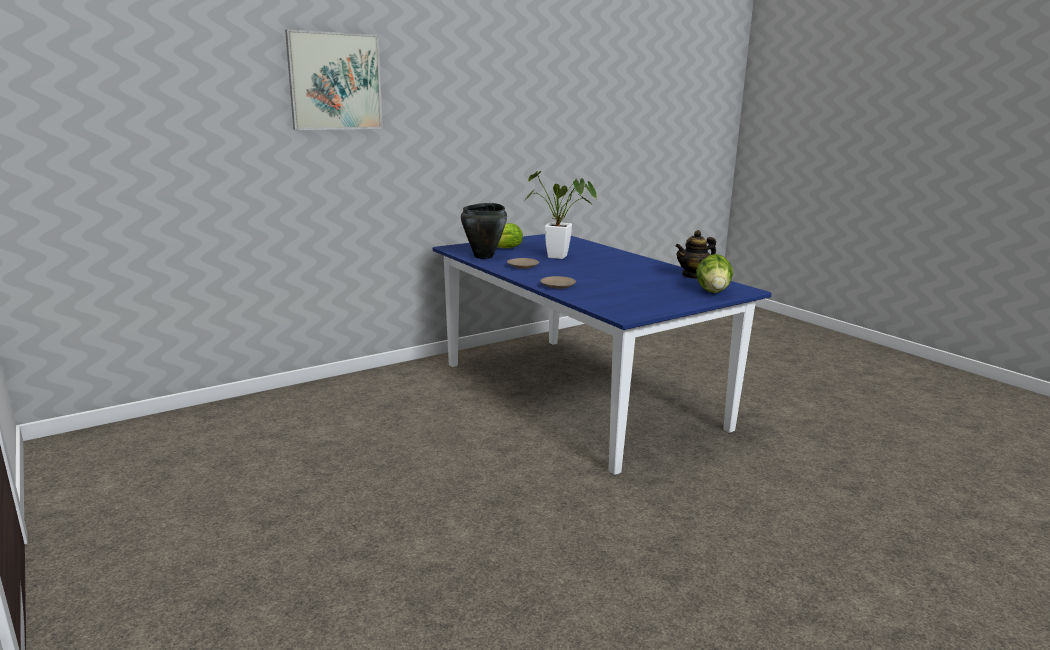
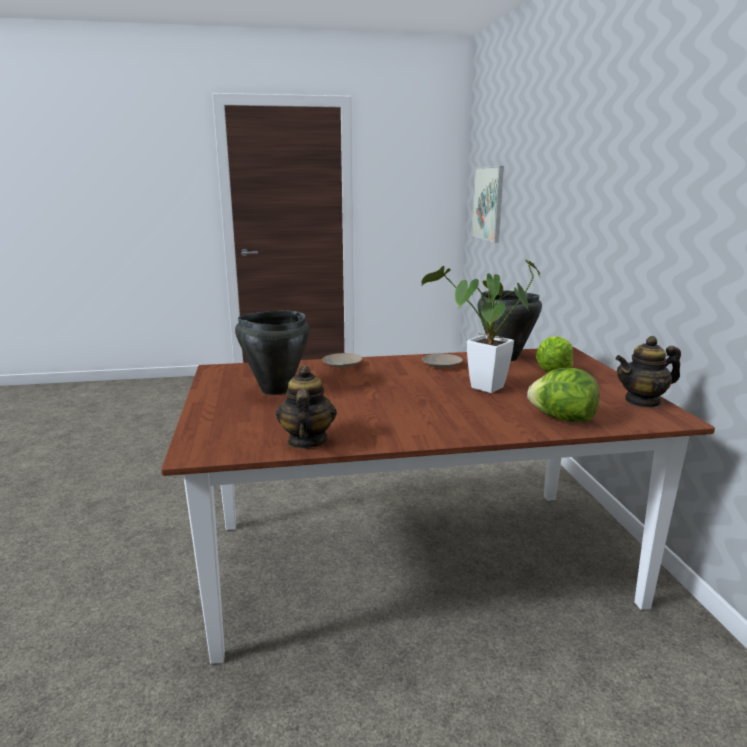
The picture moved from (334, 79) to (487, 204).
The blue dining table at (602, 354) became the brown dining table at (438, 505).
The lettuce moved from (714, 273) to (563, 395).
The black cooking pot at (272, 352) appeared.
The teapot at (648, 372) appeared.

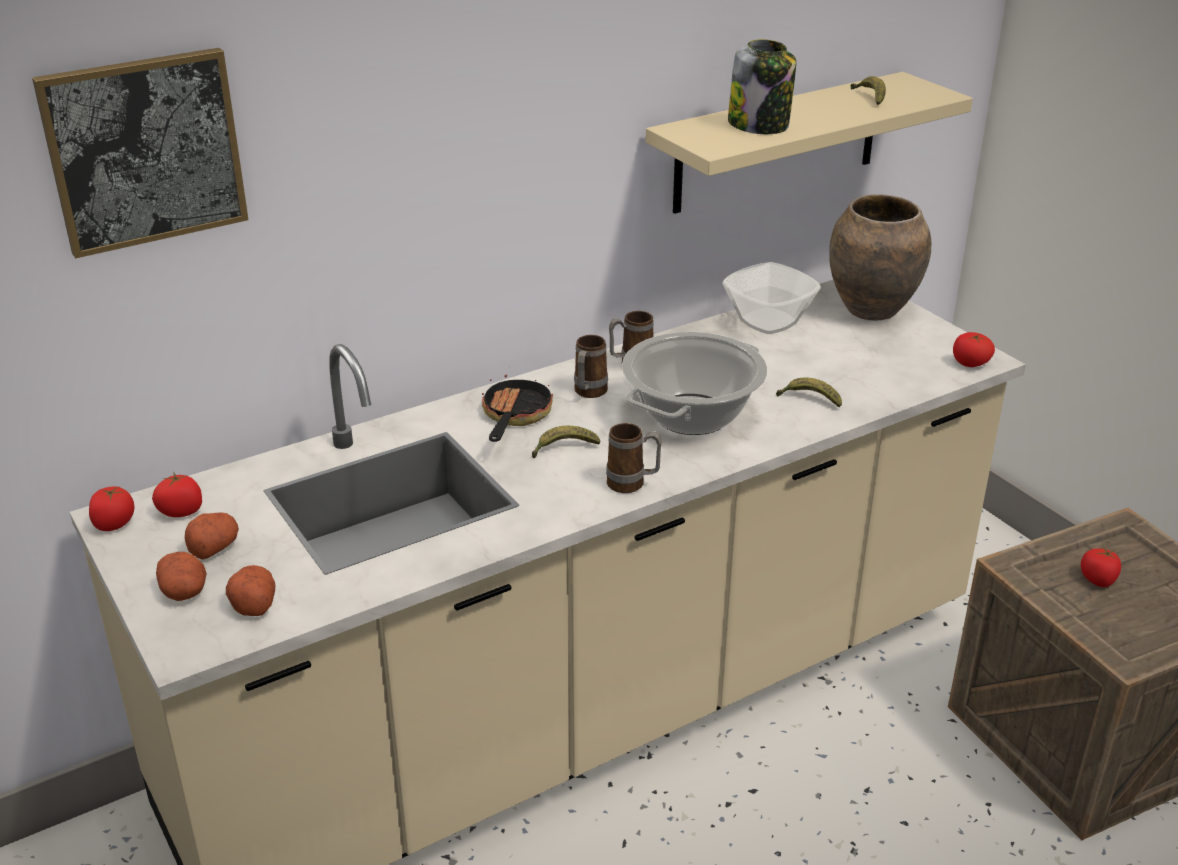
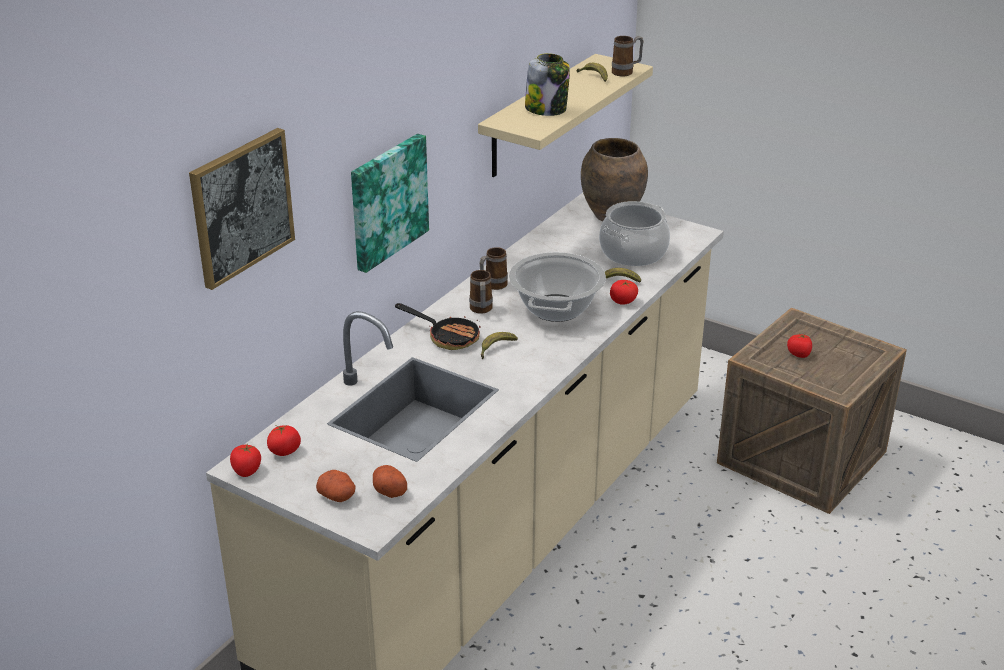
The potato at (212, 535) disappeared.
The frying pan at (517, 408) turned 135 degrees clockwise.
The mug moved from (634, 458) to (627, 56).
The bowl at (771, 298) disappeared.
The tomato moved from (974, 349) to (624, 292).
The picture at (390, 203) appeared.
The cooking pot at (634, 233) appeared.

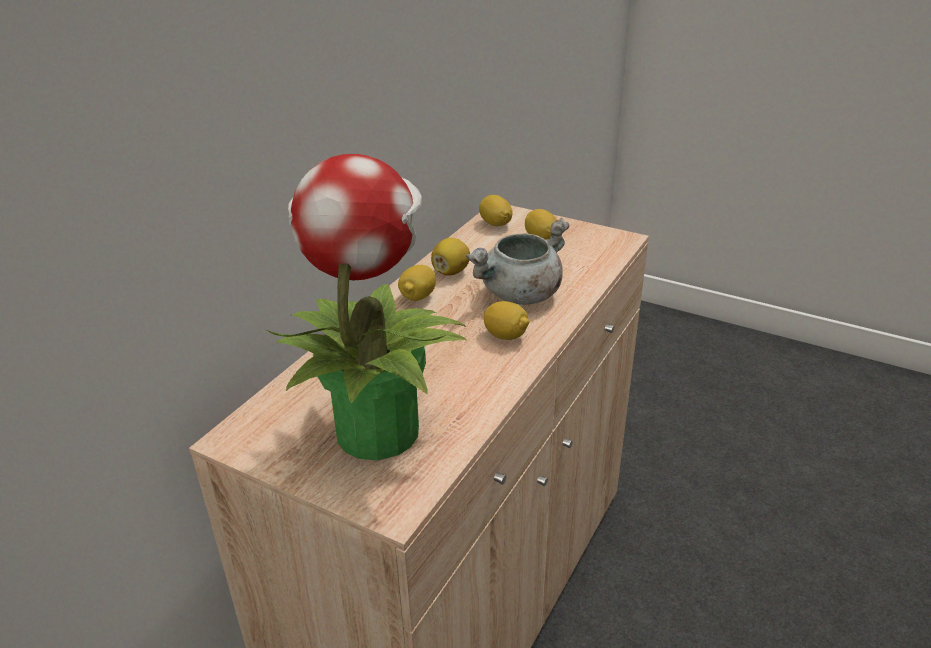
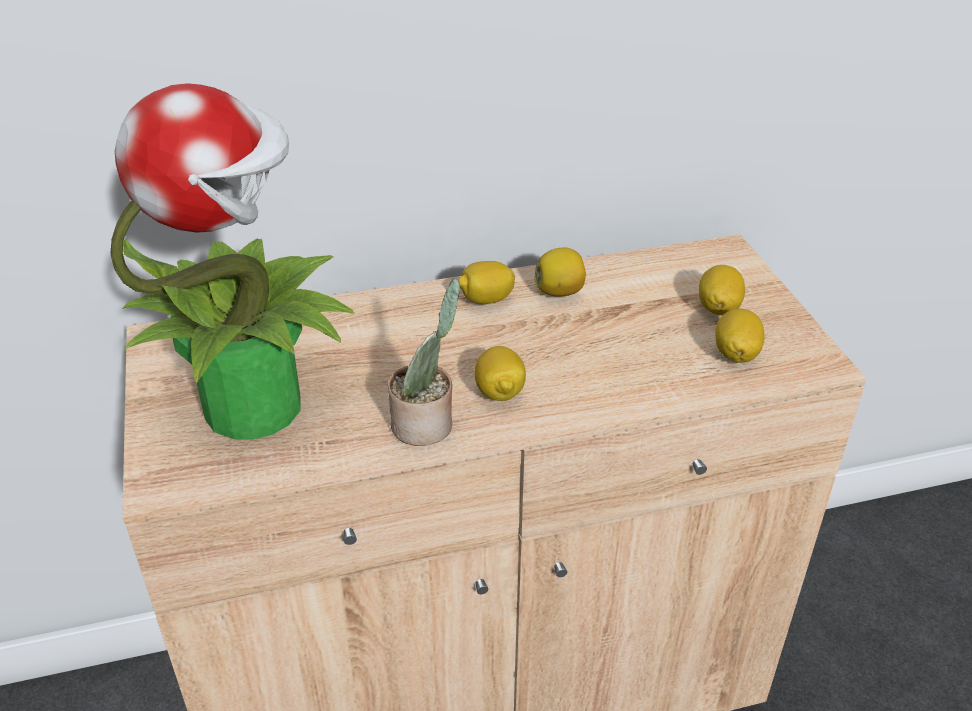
The grey cooking pot at (517, 261) disappeared.
The lemon moved from (496, 210) to (740, 336).
The potted plant at (424, 362) appeared.

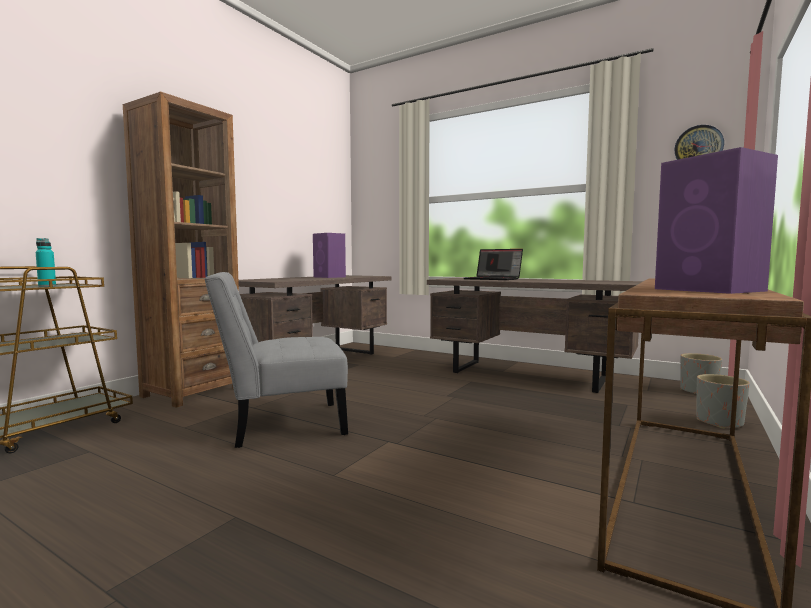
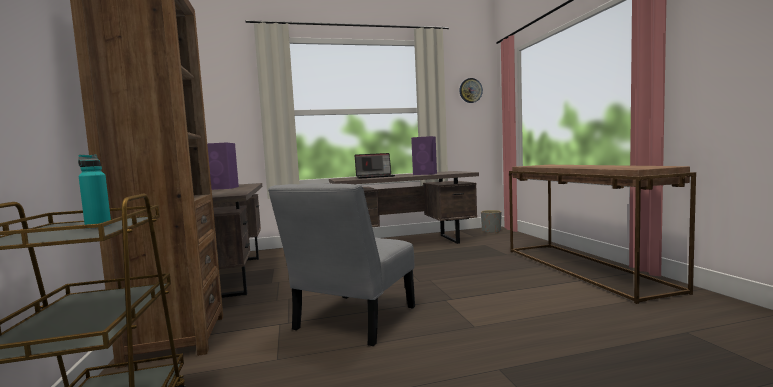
The purple speaker moved from (716, 220) to (424, 155).
The grey planter at (723, 401) disappeared.

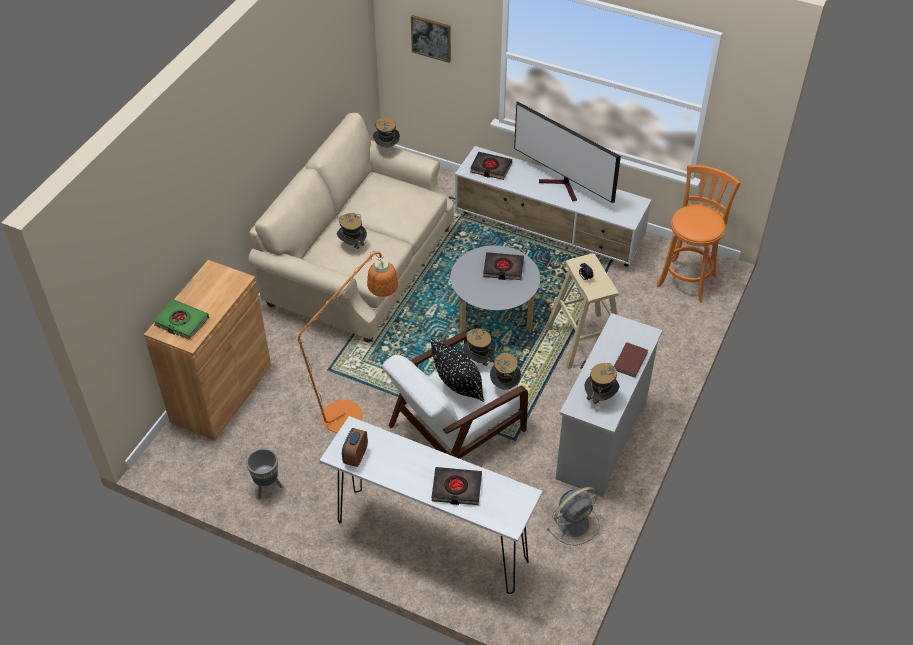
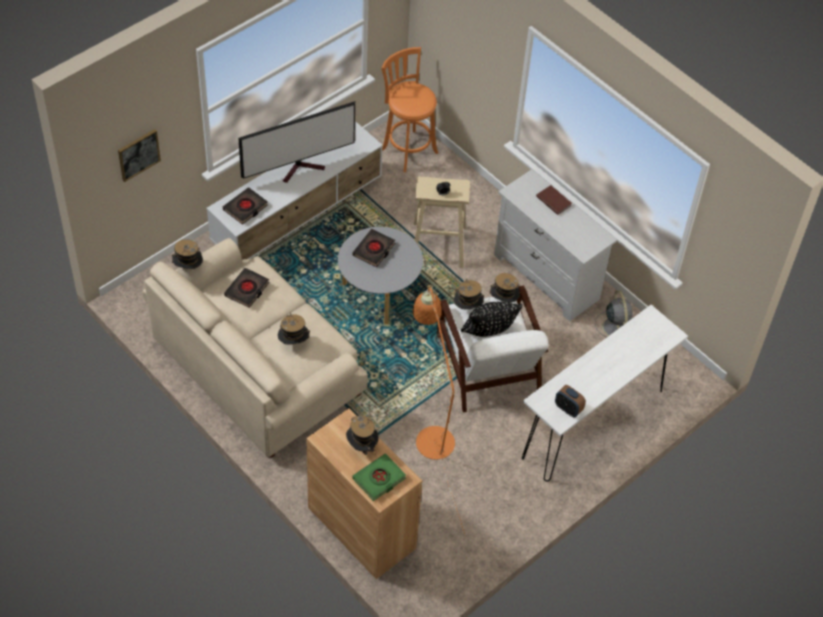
The grey planter at (264, 474) disappeared.
The black book moved from (456, 486) to (246, 288).
The hat moved from (602, 386) to (362, 435).

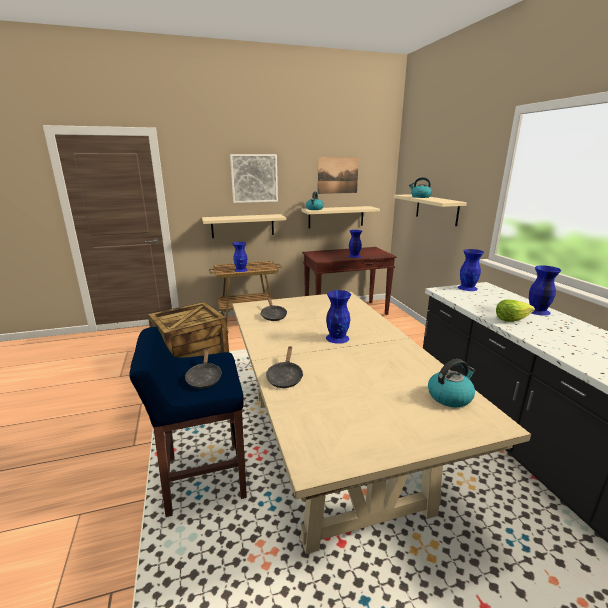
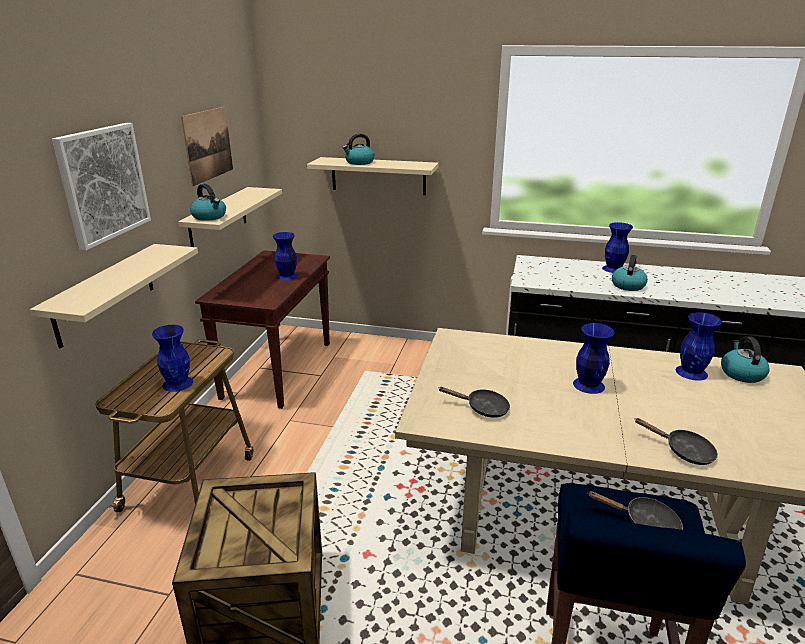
The blue vase moved from (471, 270) to (699, 346).
The lettuce at (515, 310) was replaced by the kettle at (630, 273).

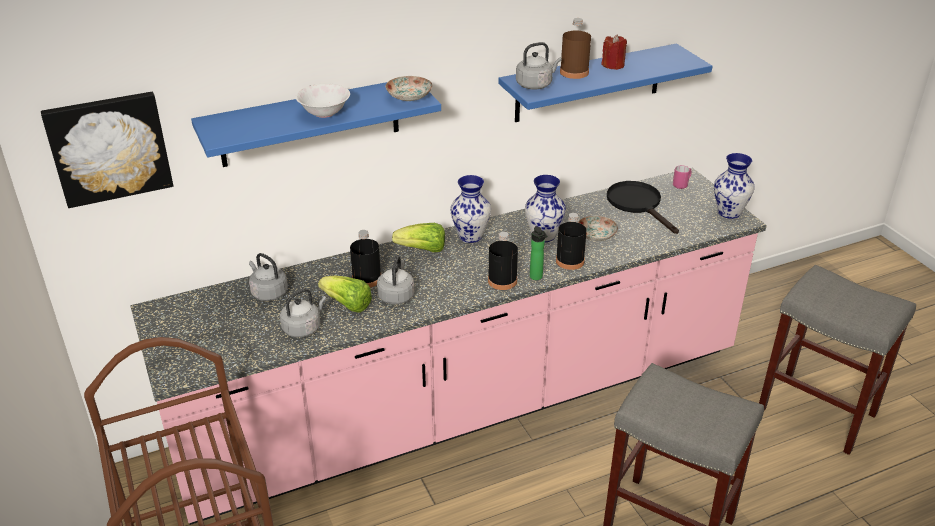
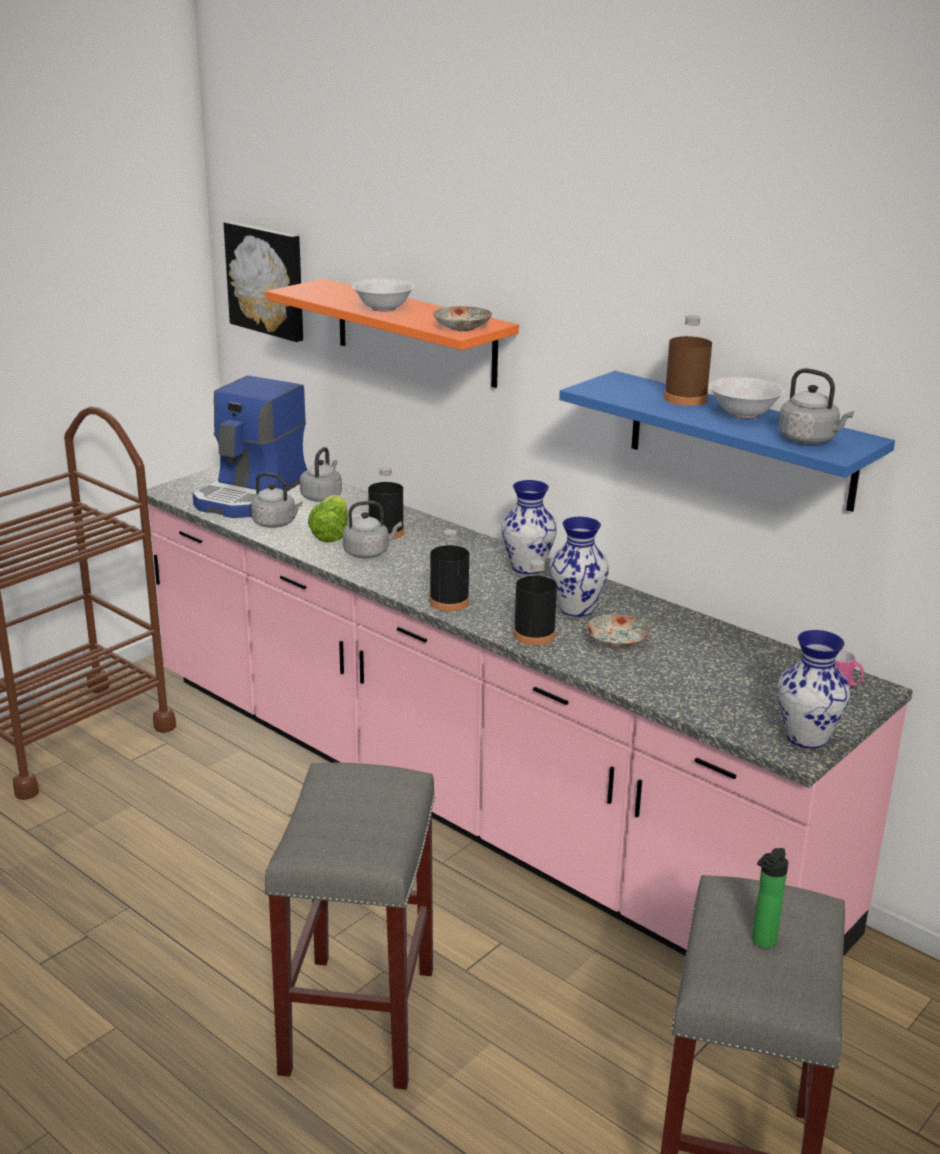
The blue shelf at (316, 124) became the orange shelf at (392, 333).
The lettuce at (418, 237) disappeared.
The grey kettle moved from (539, 65) to (816, 406).
The bottle moved from (538, 253) to (770, 898).
The red candle at (614, 52) was replaced by the white bowl at (747, 398).
The black frying pan at (643, 207) disappeared.
The coffee machine at (249, 447) appeared.

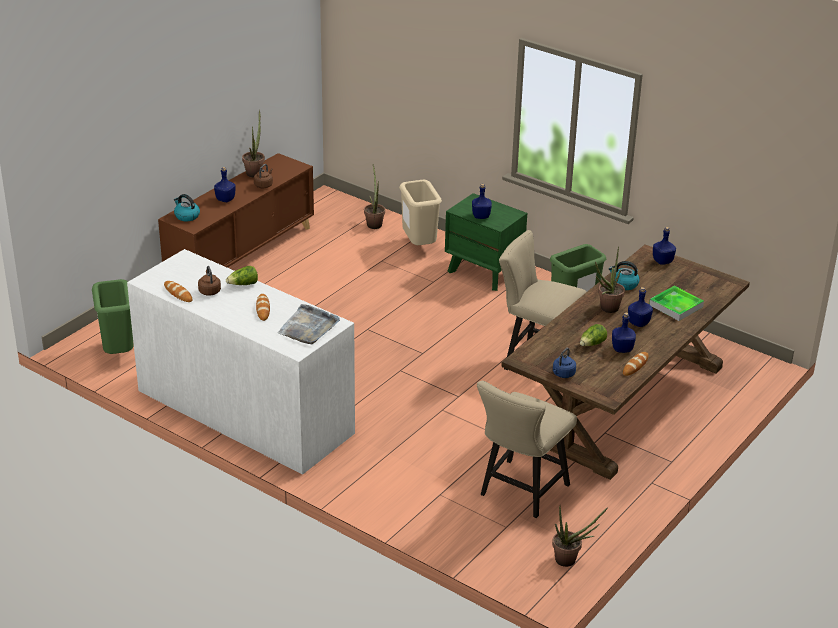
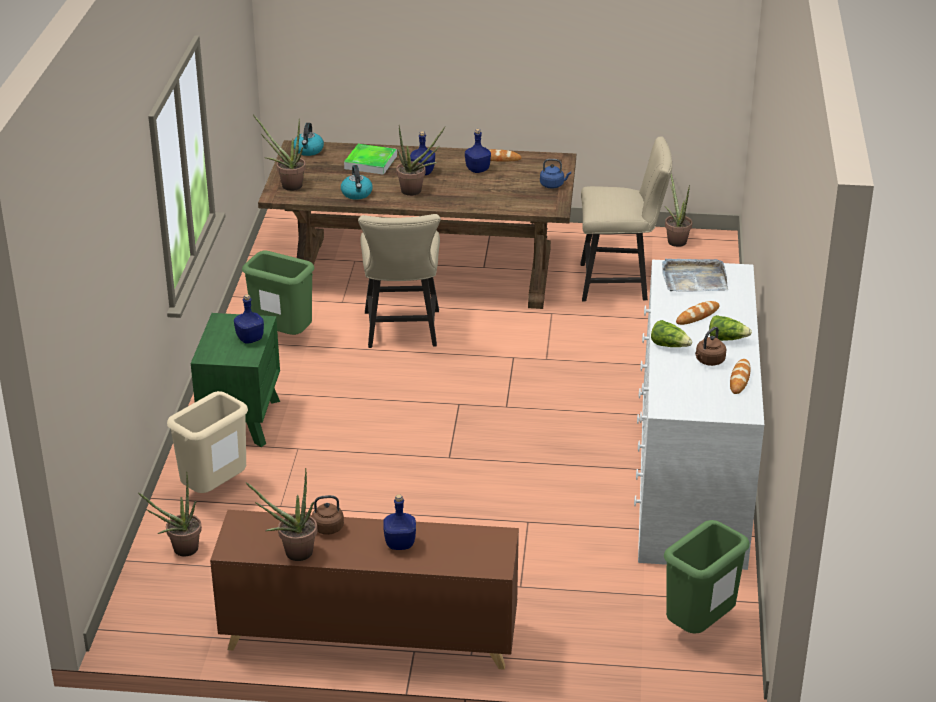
The kettle moved from (187, 207) to (309, 139).
The lettuce moved from (593, 335) to (730, 328).
The blue bottle at (664, 246) was replaced by the potted plant at (279, 153).

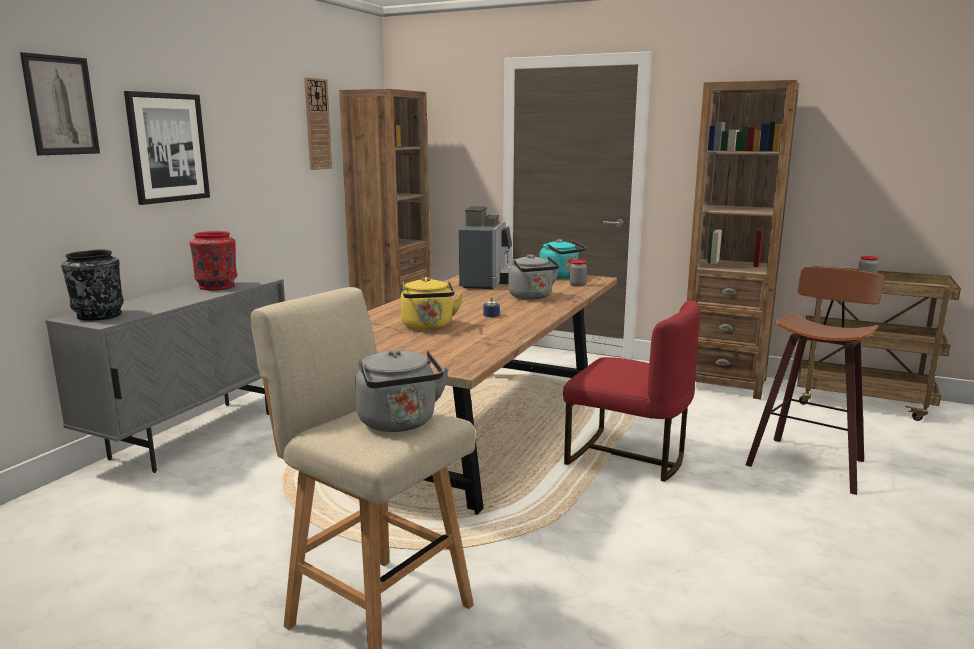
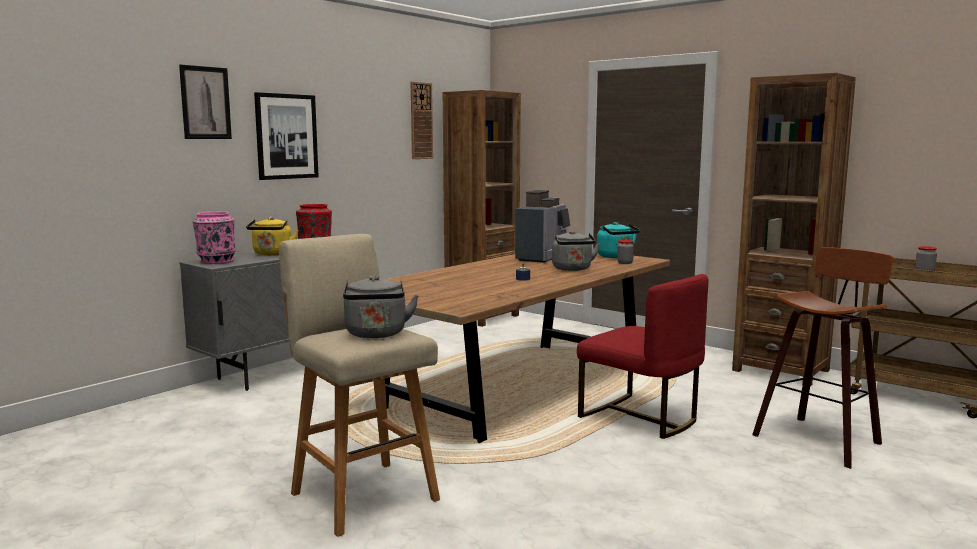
The black vase at (92, 285) became the pink vase at (214, 237).
The yellow kettle moved from (432, 303) to (272, 236).

